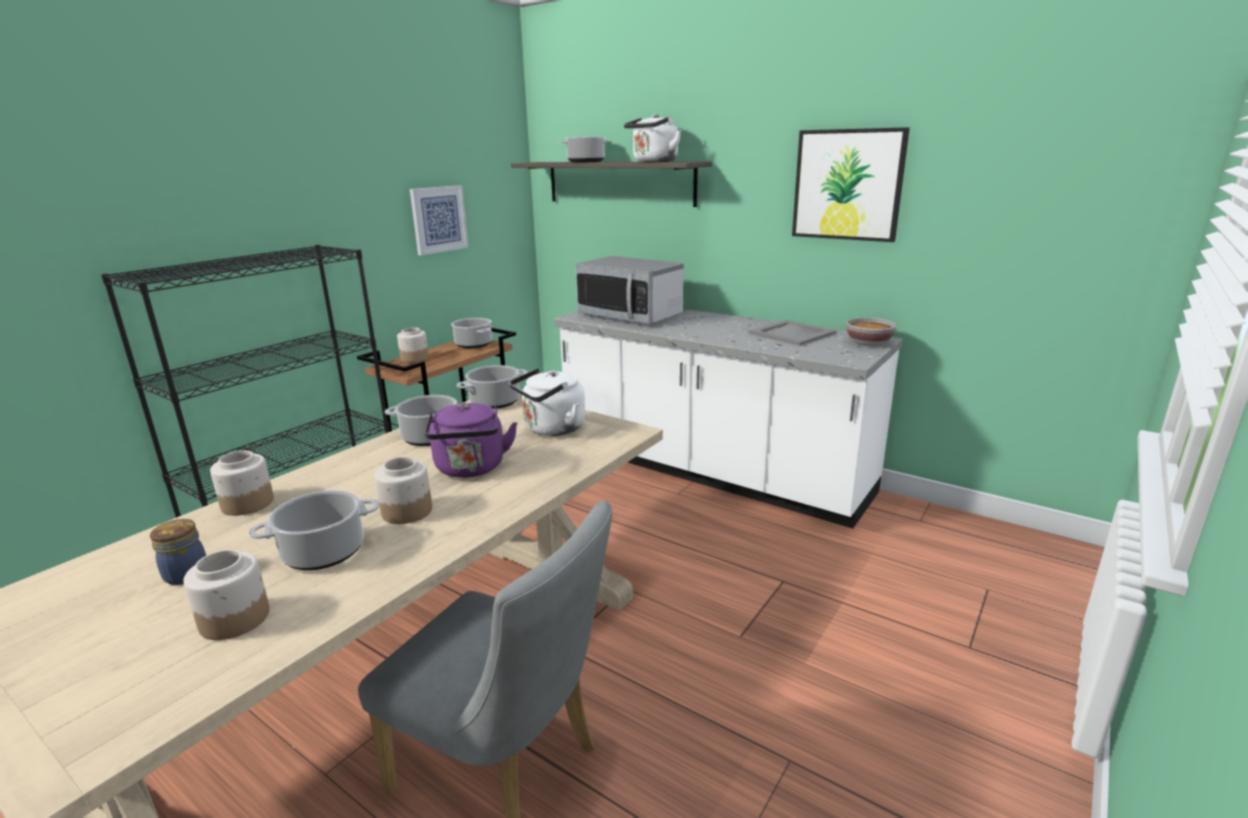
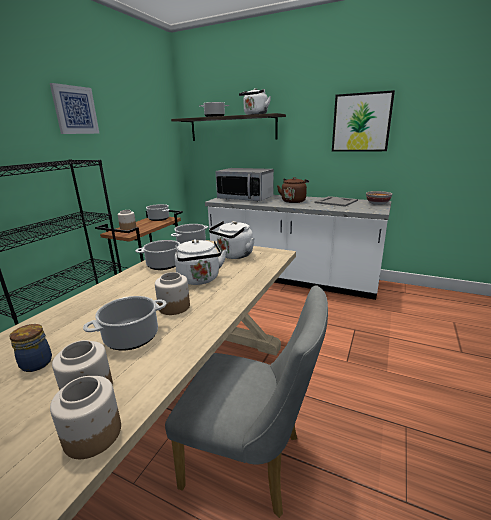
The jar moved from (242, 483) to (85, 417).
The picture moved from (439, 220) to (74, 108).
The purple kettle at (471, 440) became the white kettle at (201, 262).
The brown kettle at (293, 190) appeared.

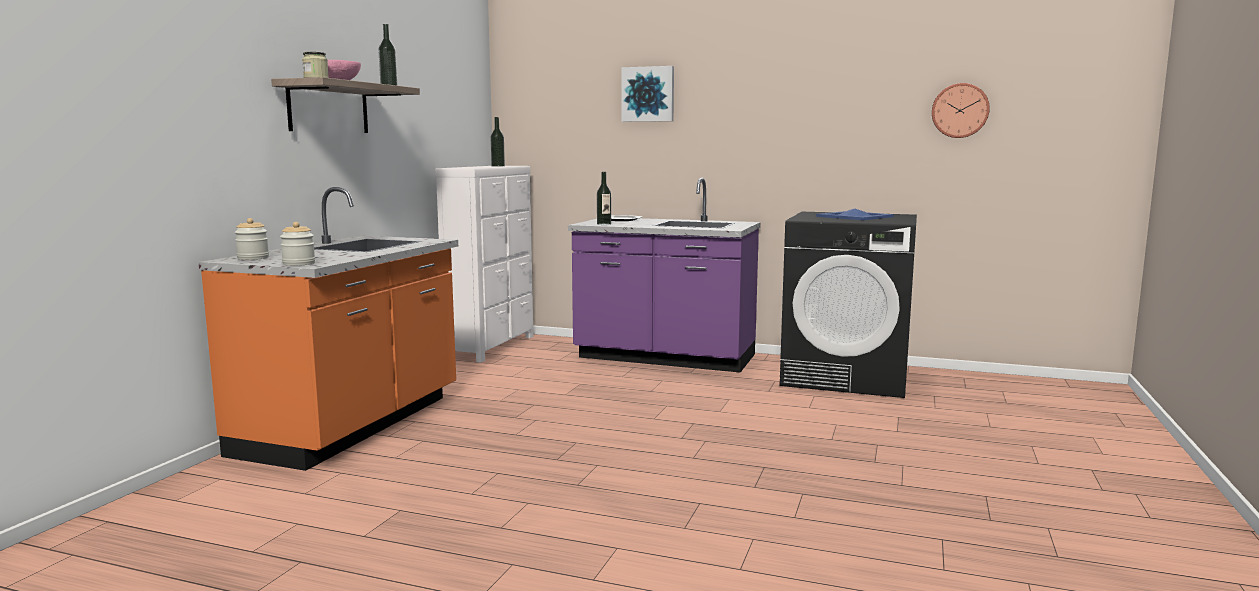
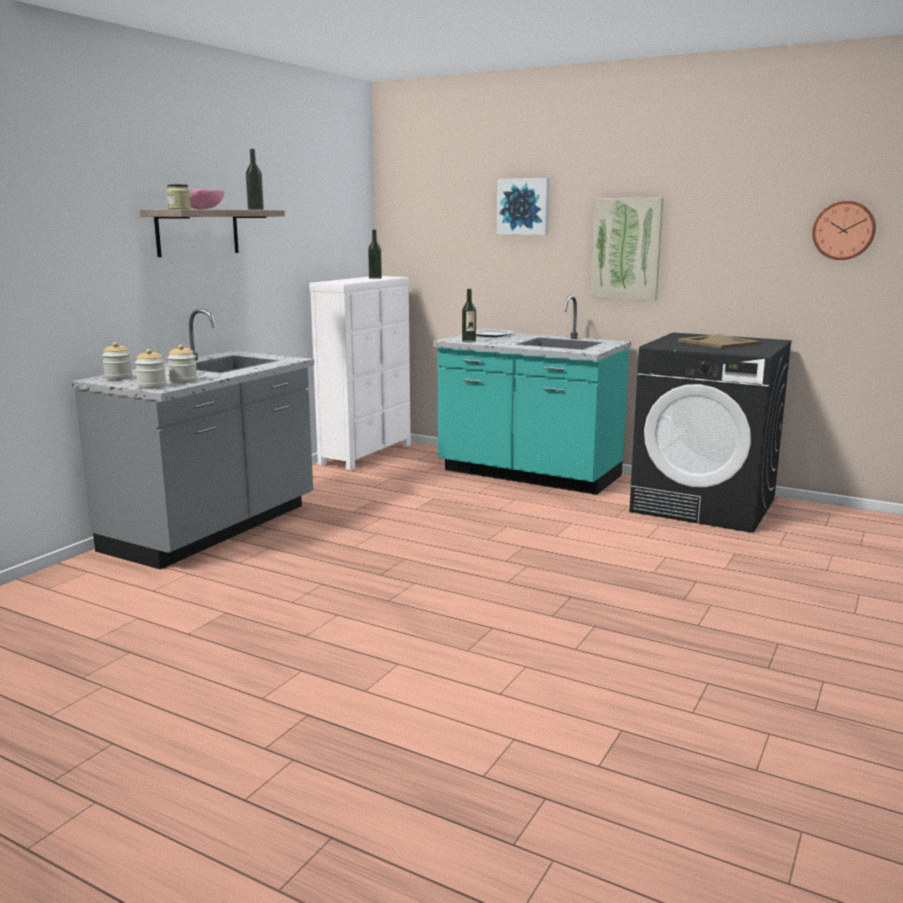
The orange counter at (328, 329) became the grey counter at (193, 439).
The purple counter at (664, 275) became the turquoise counter at (532, 395).
The blue tray at (855, 214) became the beige tray at (719, 341).
The jar at (182, 363) appeared.
The picture at (627, 249) appeared.

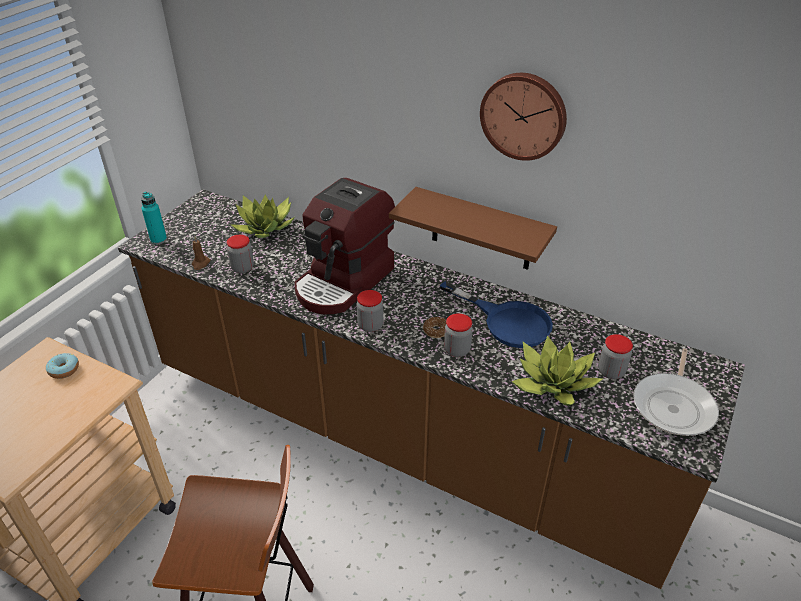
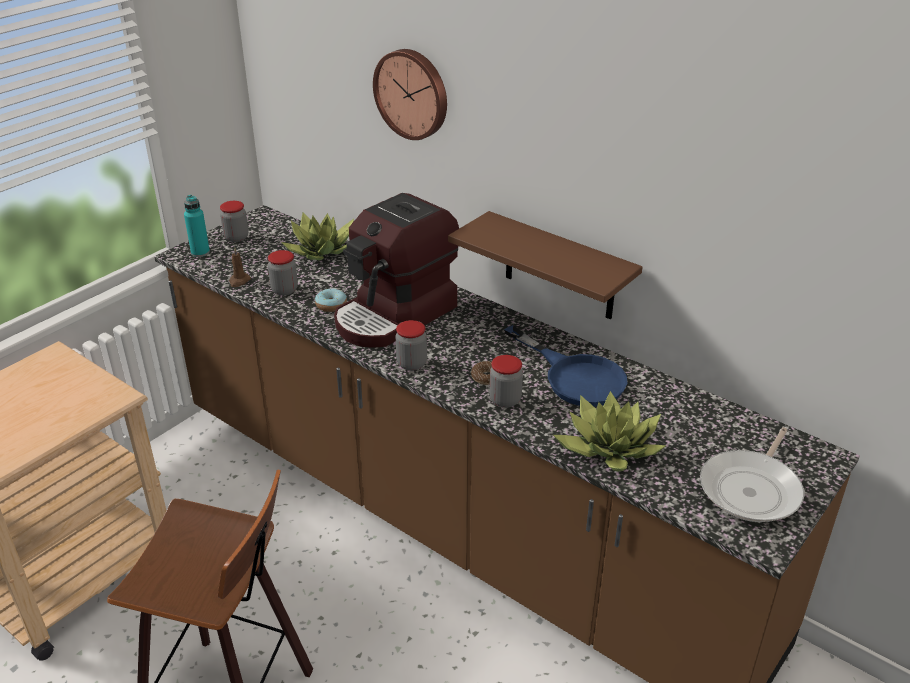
The donut moved from (62, 366) to (331, 300).
The wall clock moved from (523, 117) to (410, 94).
The jar moved from (615, 356) to (234, 221).

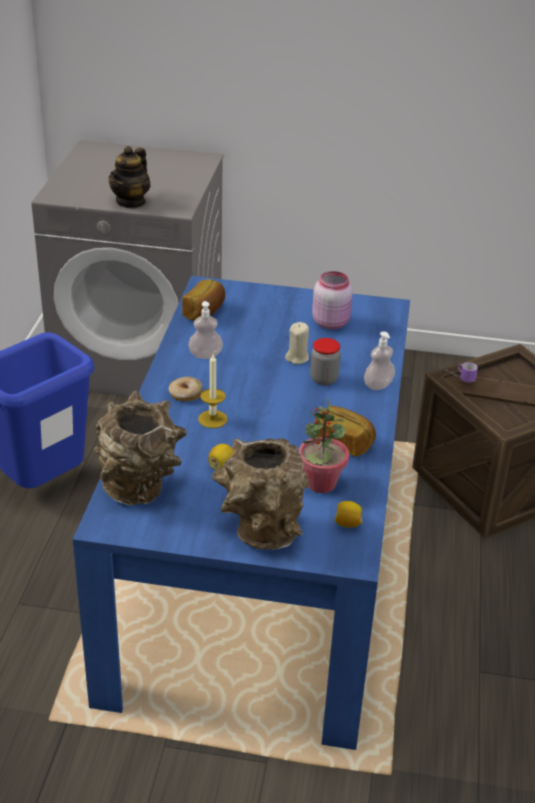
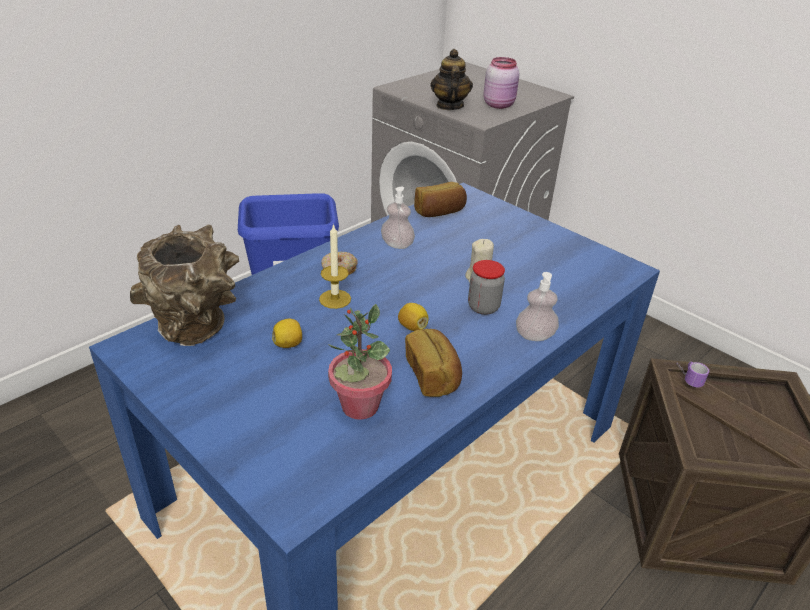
The teapot at (130, 177) turned 120 degrees clockwise.
The brown vase at (260, 493) disappeared.
The pink jar moved from (332, 300) to (501, 83).
The lemon moved from (348, 514) to (413, 317).

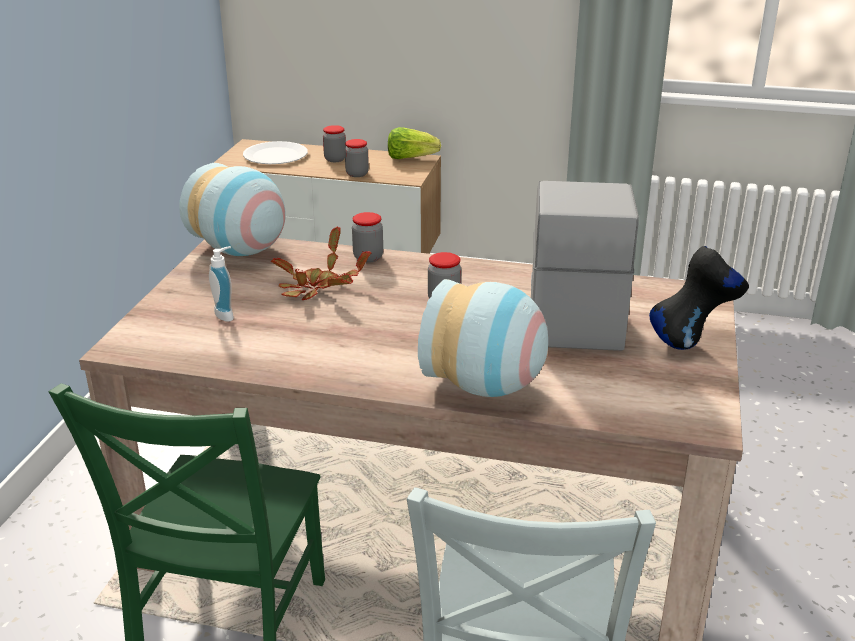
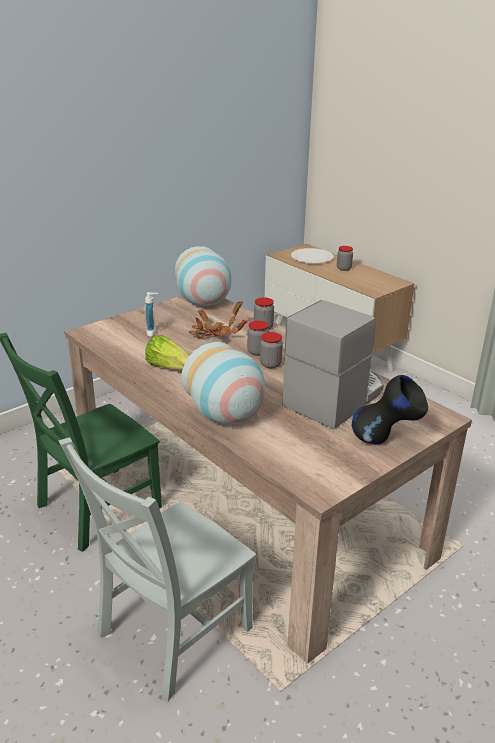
The jar moved from (357, 158) to (258, 338).
The lettuce moved from (414, 143) to (167, 352).

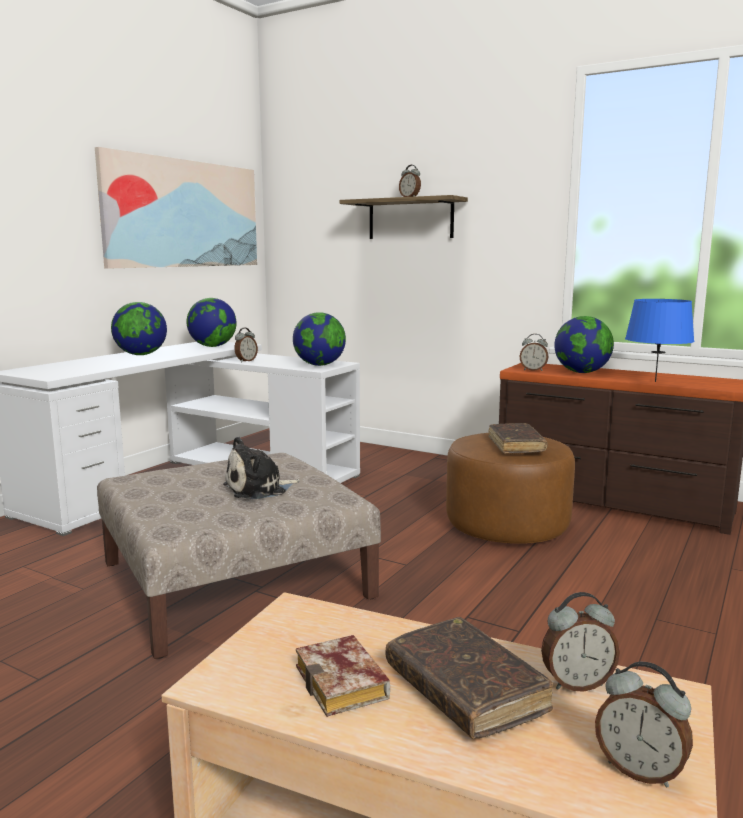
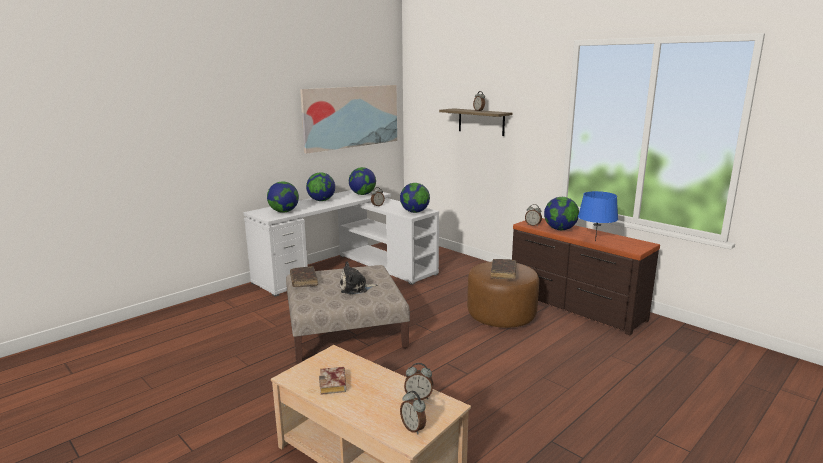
The brown book moved from (469, 678) to (304, 276).
The globe at (283, 197) appeared.

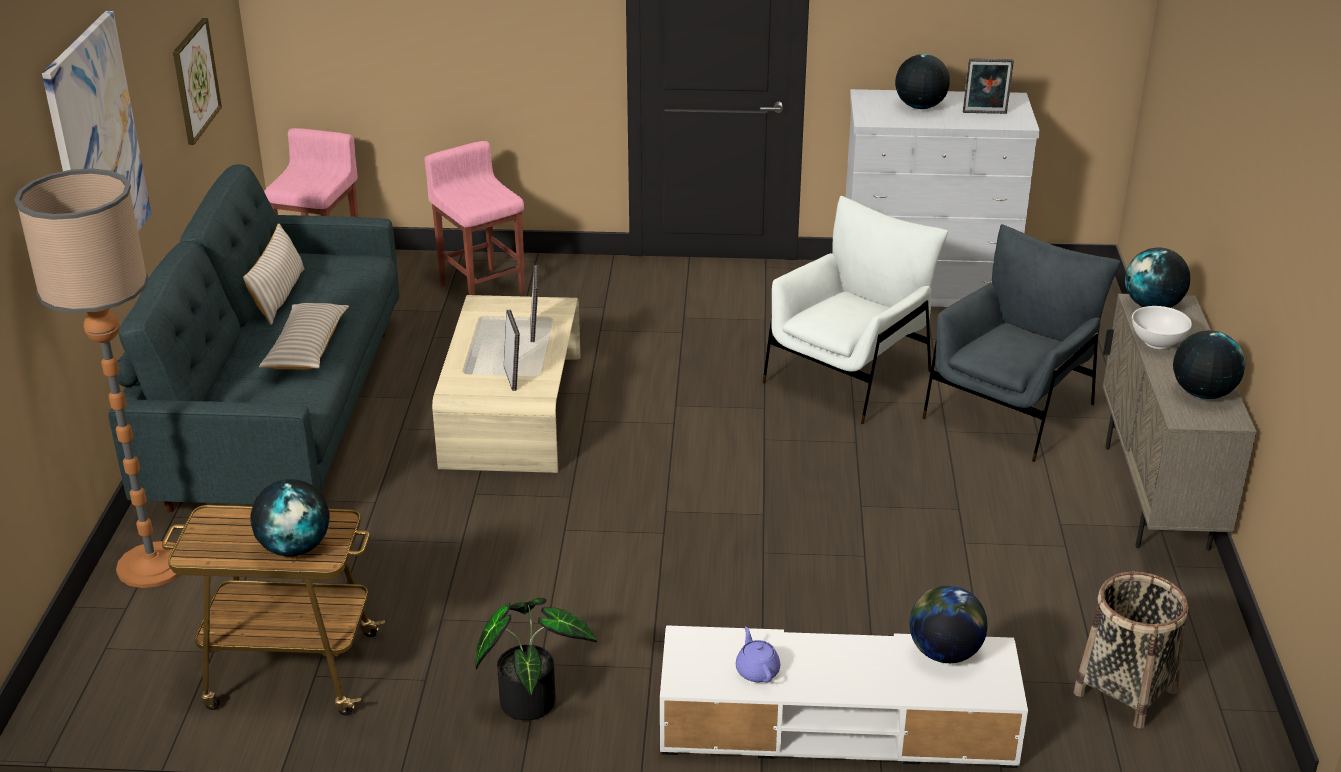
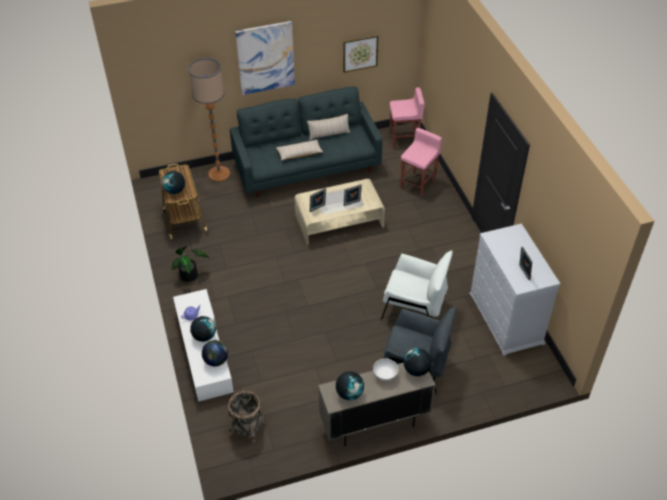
The globe moved from (922, 81) to (203, 329).

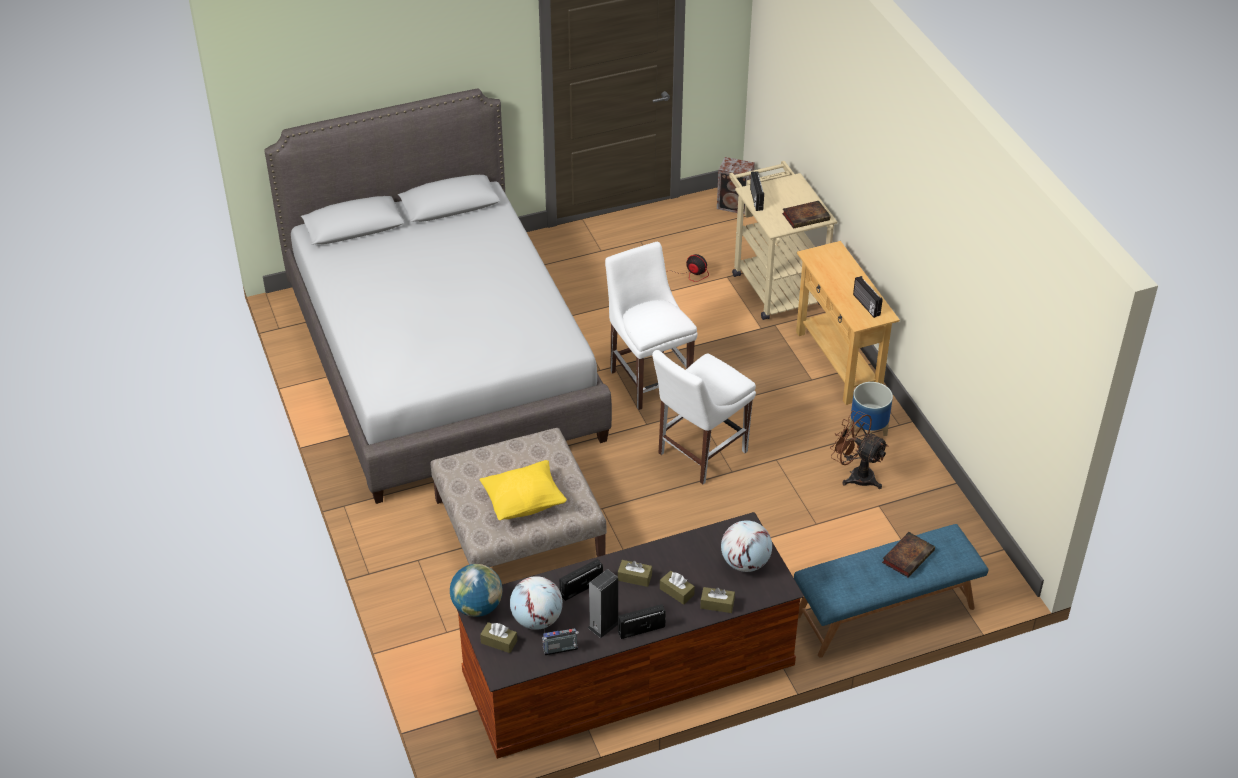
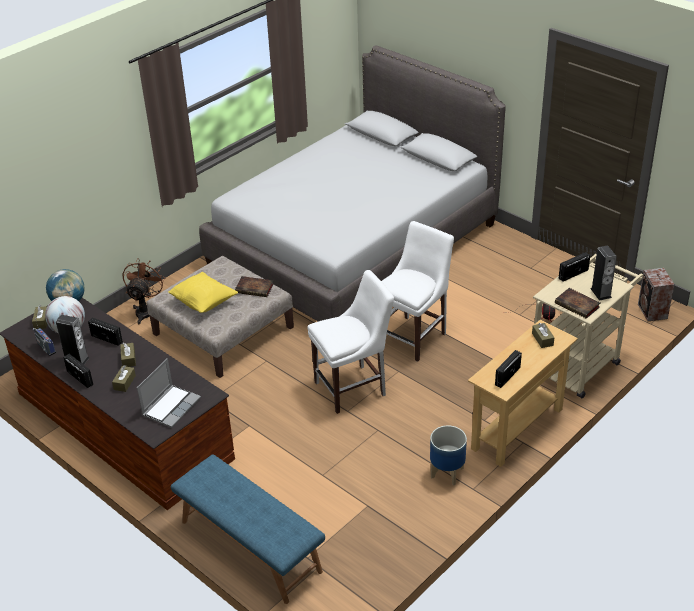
The white chair at (704, 417) turned 135 degrees clockwise.
The brown tissue box moved from (717, 600) to (543, 335).
The globe at (746, 546) was replaced by the laptop at (169, 393).
The brown fan moved from (859, 449) to (143, 291).
The book moved from (908, 554) to (254, 286).
The speaker at (604, 273) appeared.

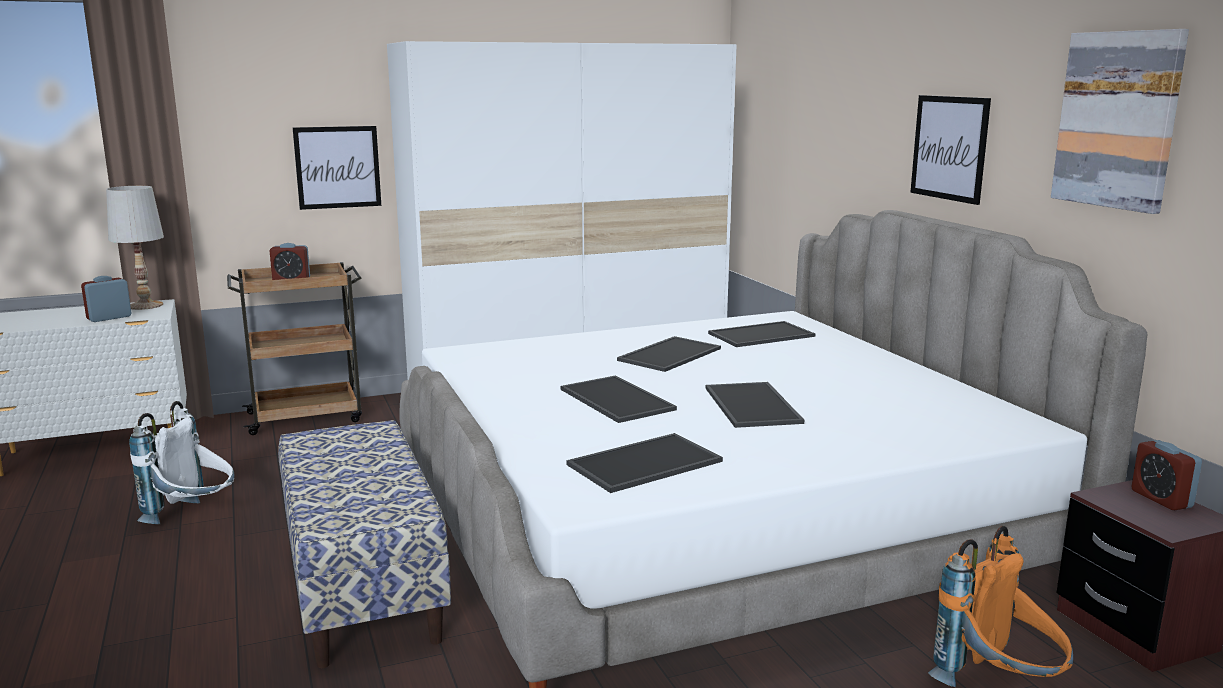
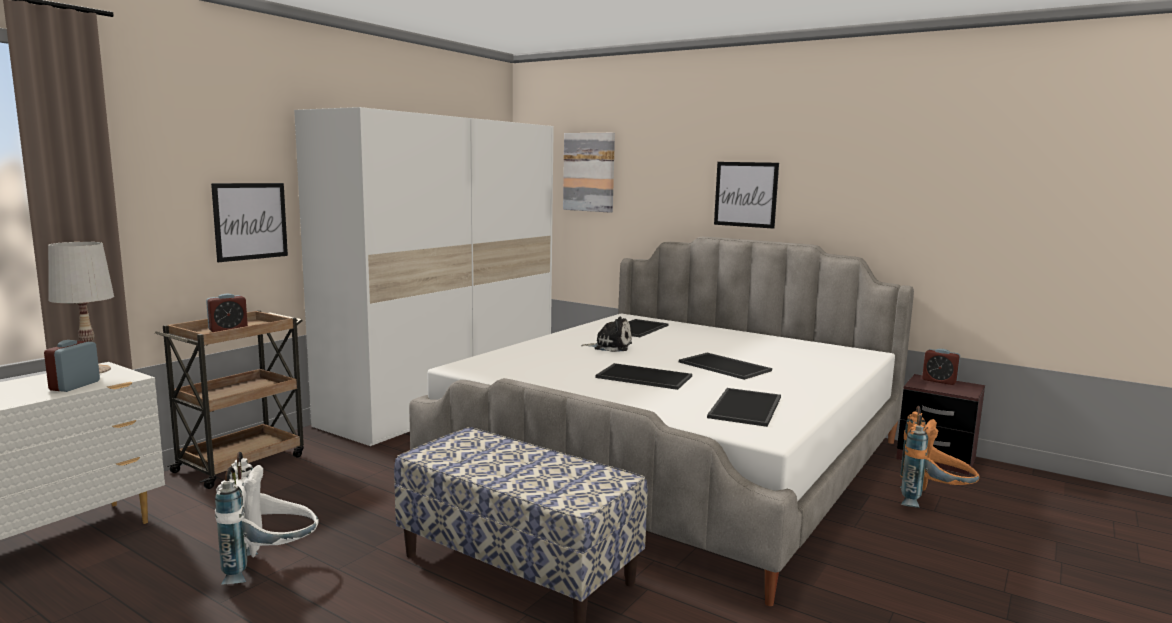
The tray at (669, 354) was replaced by the plush toy at (606, 334).
The picture moved from (1120, 121) to (589, 173).

